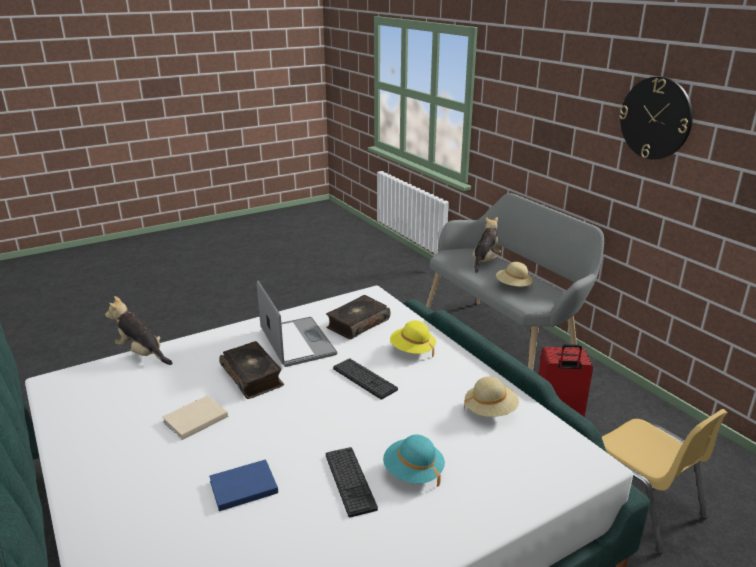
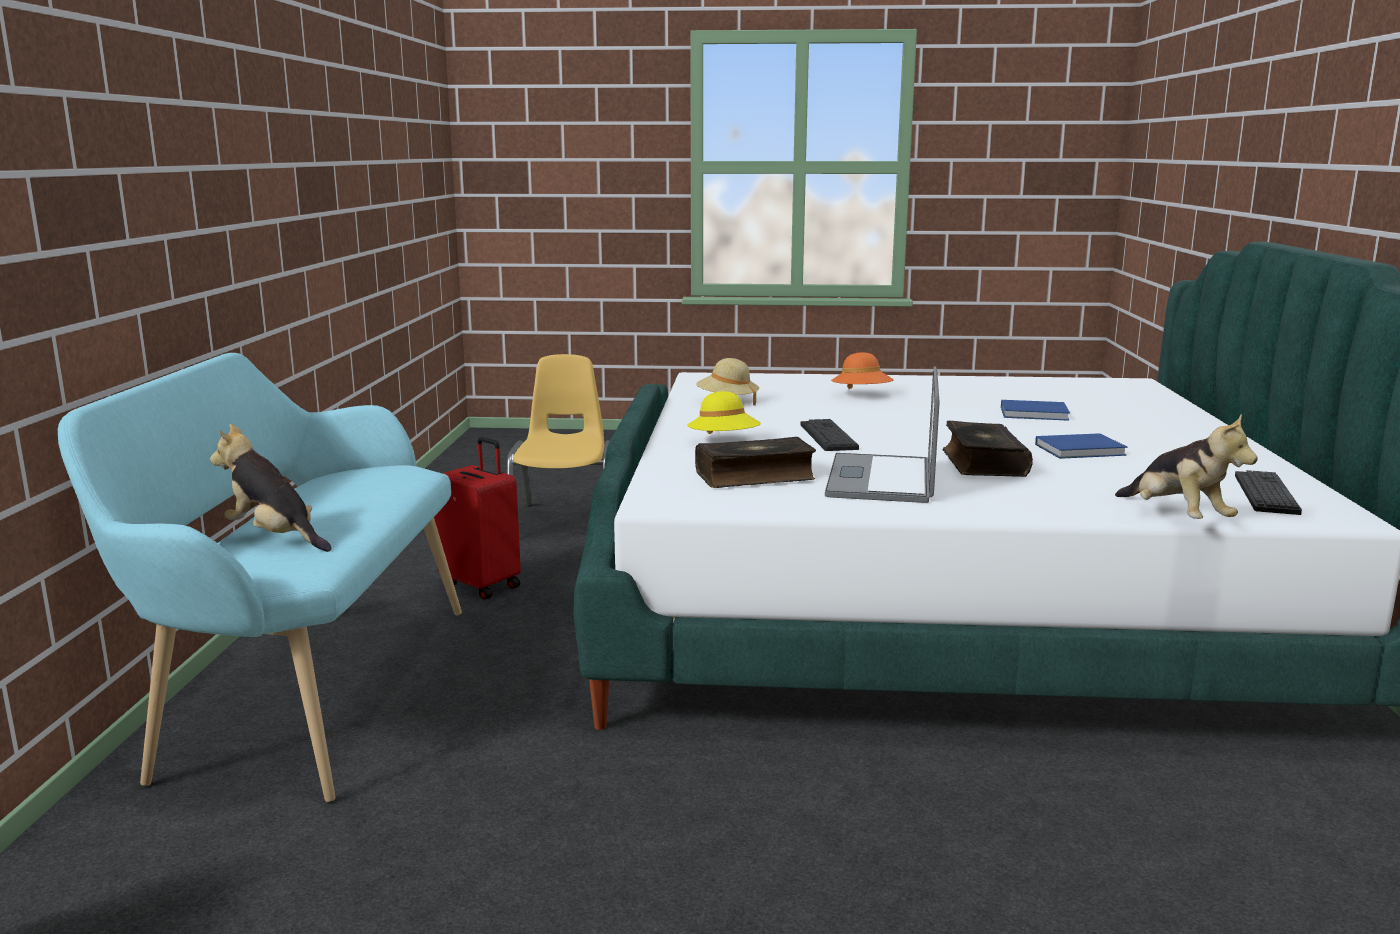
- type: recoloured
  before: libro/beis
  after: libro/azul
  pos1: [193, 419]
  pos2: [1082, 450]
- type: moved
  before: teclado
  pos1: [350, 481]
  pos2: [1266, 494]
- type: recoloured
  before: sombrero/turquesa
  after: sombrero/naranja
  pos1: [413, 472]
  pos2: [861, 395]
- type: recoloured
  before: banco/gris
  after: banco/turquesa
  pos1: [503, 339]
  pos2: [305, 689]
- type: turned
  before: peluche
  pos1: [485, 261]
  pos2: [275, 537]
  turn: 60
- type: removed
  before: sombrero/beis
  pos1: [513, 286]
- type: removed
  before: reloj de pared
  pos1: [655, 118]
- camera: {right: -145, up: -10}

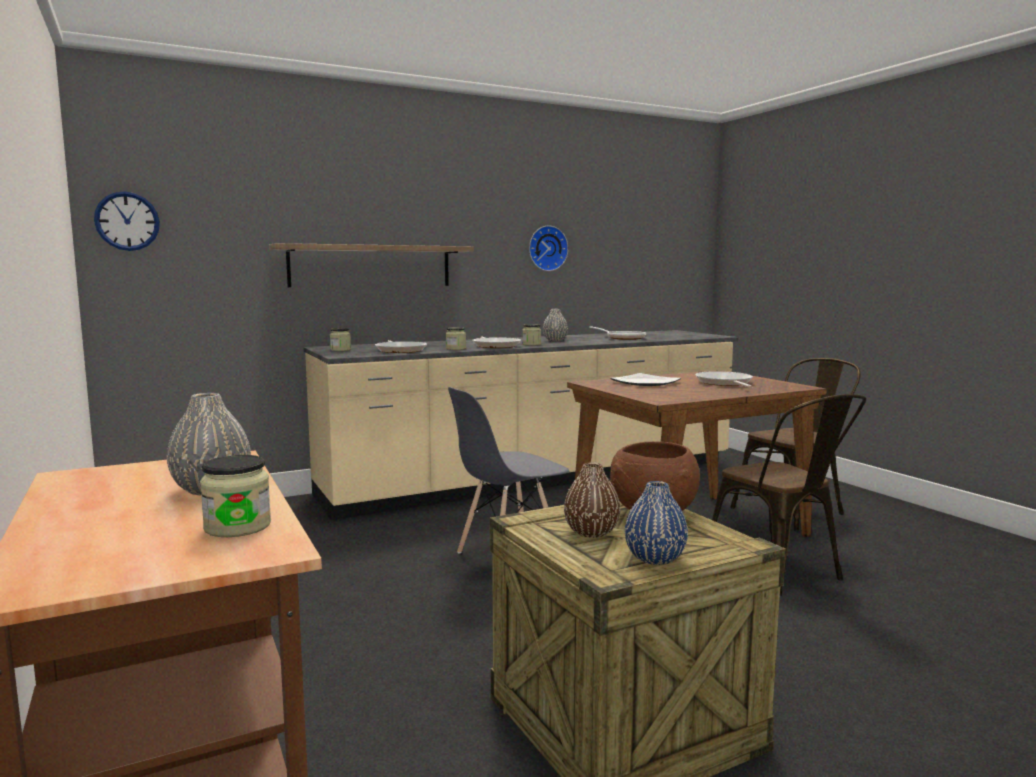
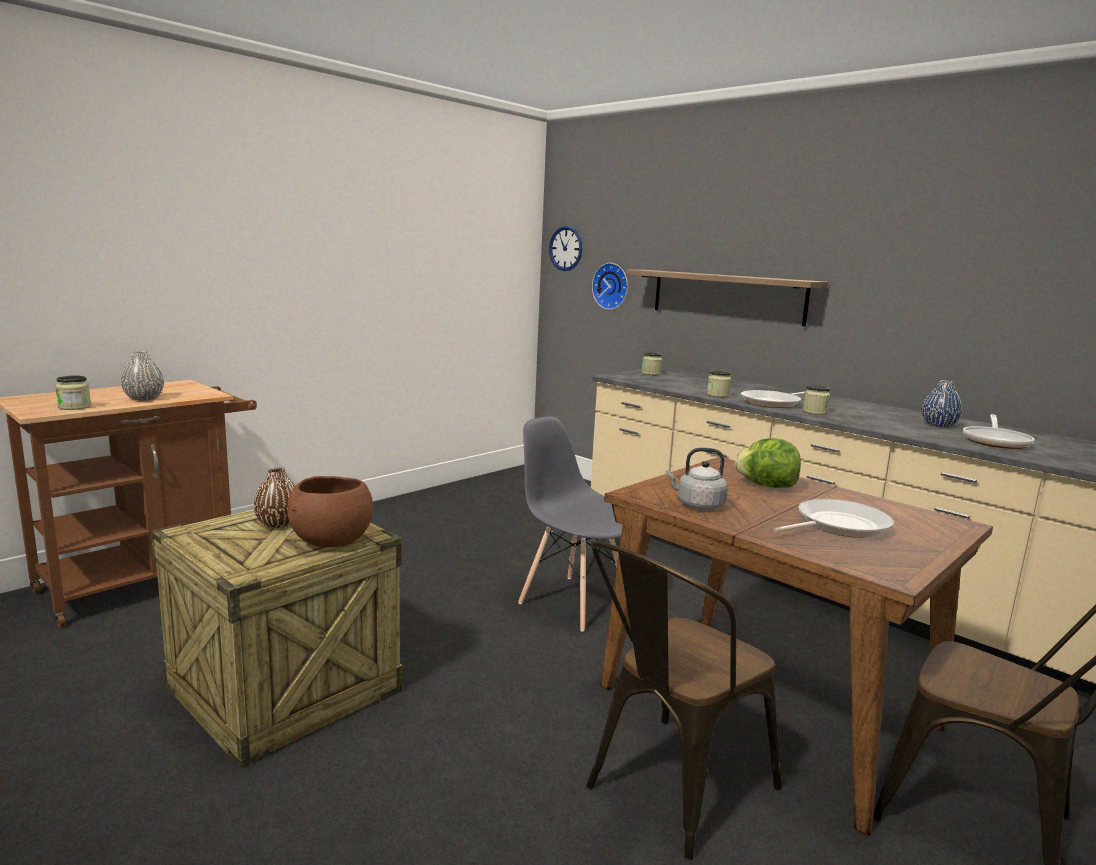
- type: removed
  before: sartén
  pos1: [400, 350]
- type: moved
  before: reloj de pared
  pos1: [547, 248]
  pos2: [612, 286]
- type: removed
  before: florero/gris
  pos1: [555, 340]
- type: replaced
  before: plato
  after: lechuga
  pos1: [646, 383]
  pos2: [766, 486]
- type: moved
  before: florero/azul
  pos1: [655, 558]
  pos2: [938, 425]
- type: added
  after: hervidor/gris
  pos2: [697, 505]
- camera: {right: 70, up: 5}

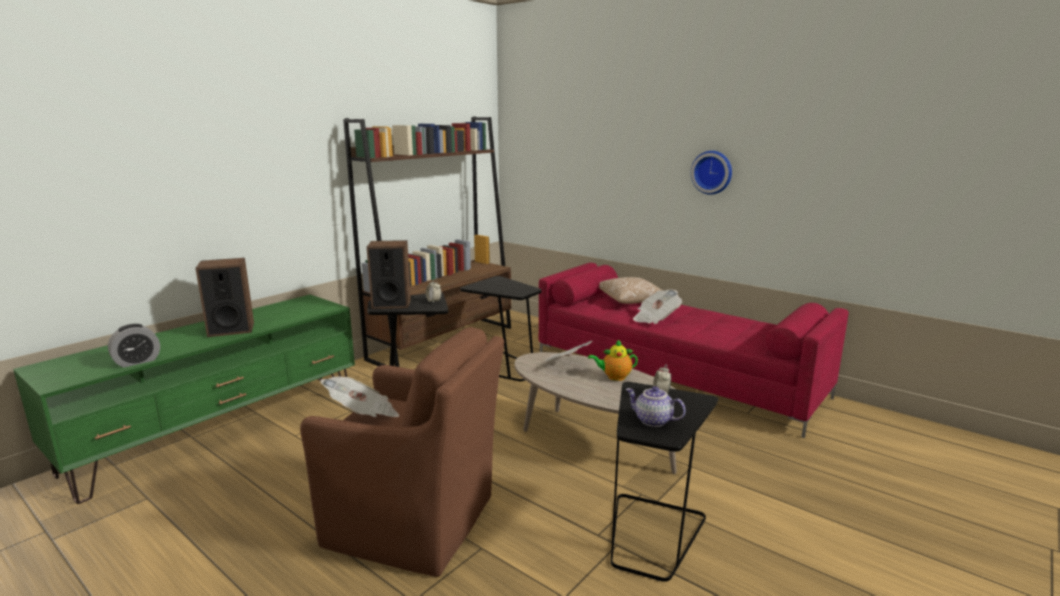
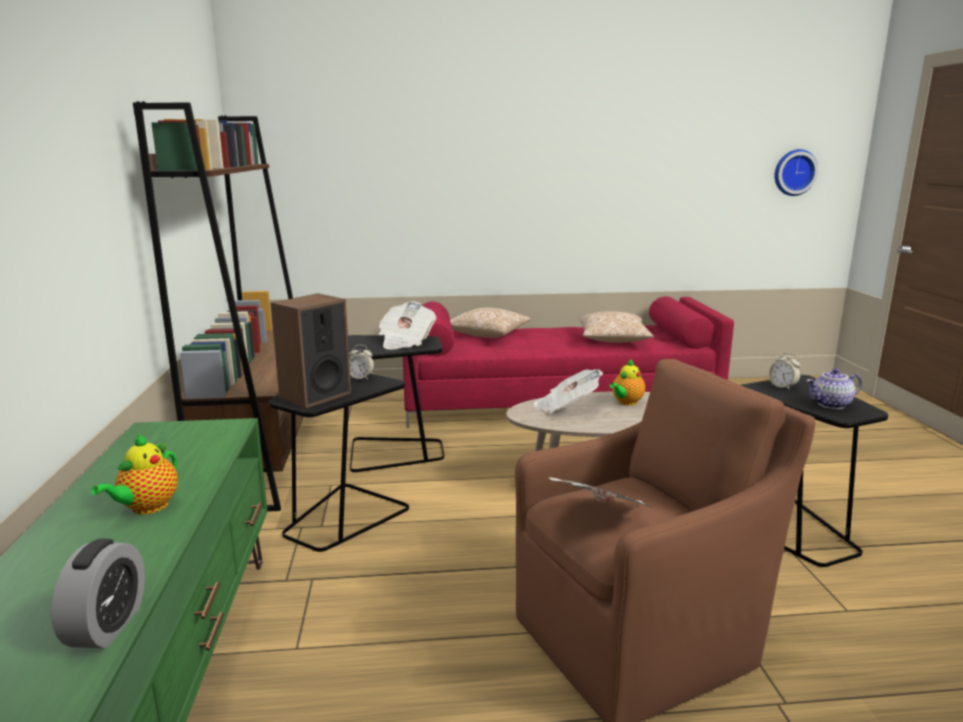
- type: replaced
  before: altavoz
  after: tetera
  pos1: [231, 329]
  pos2: [147, 508]
- type: moved
  before: periódico
  pos1: [655, 318]
  pos2: [405, 342]
- type: moved
  before: reloj de pared
  pos1: [712, 172]
  pos2: [794, 172]
- type: added
  after: cojín
  pos2: [613, 340]
- camera: {right: -45, up: 0}

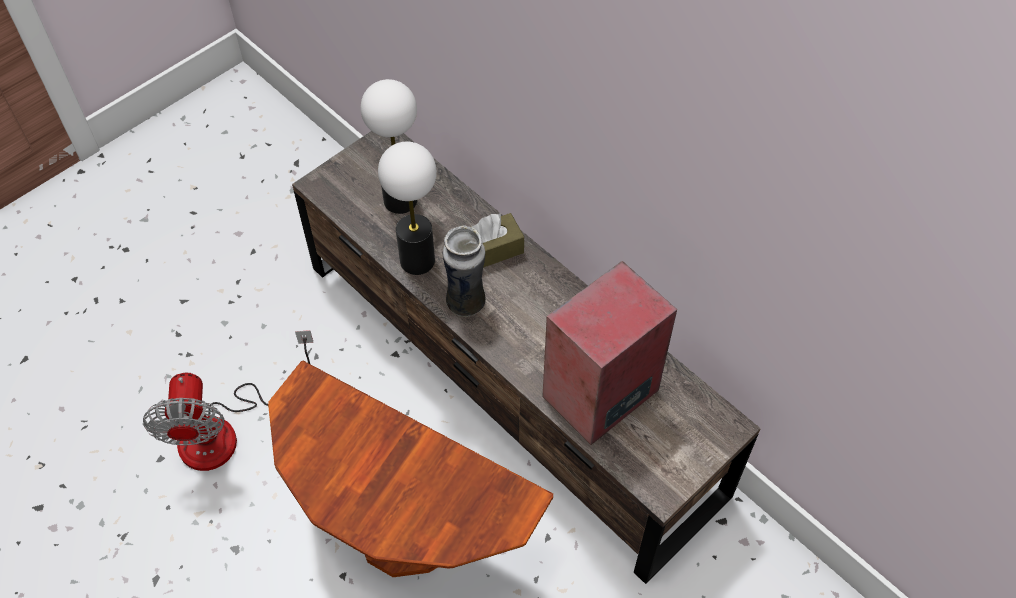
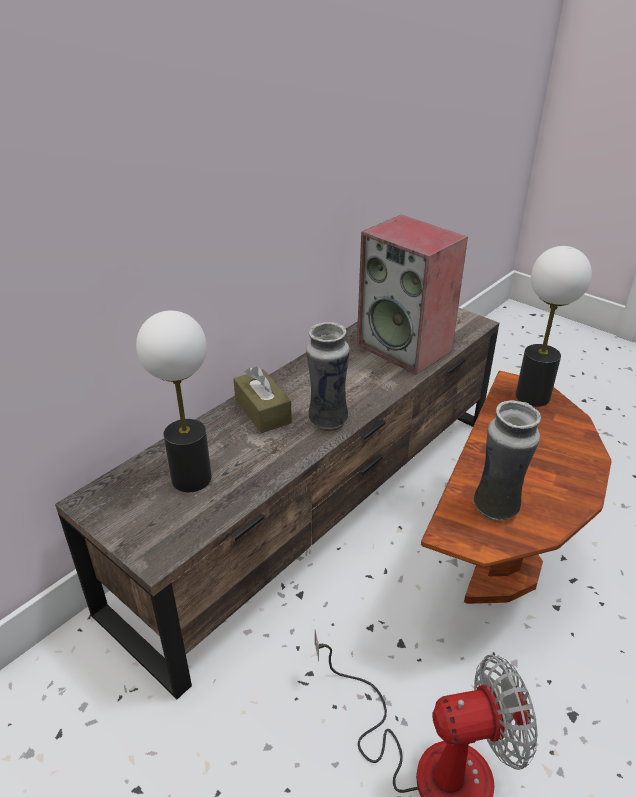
- type: moved
  before: lámpara de mesa
  pos1: [418, 260]
  pos2: [532, 396]
- type: added
  after: florero
  pos2: [496, 508]
- camera: {right: -95, up: -20}

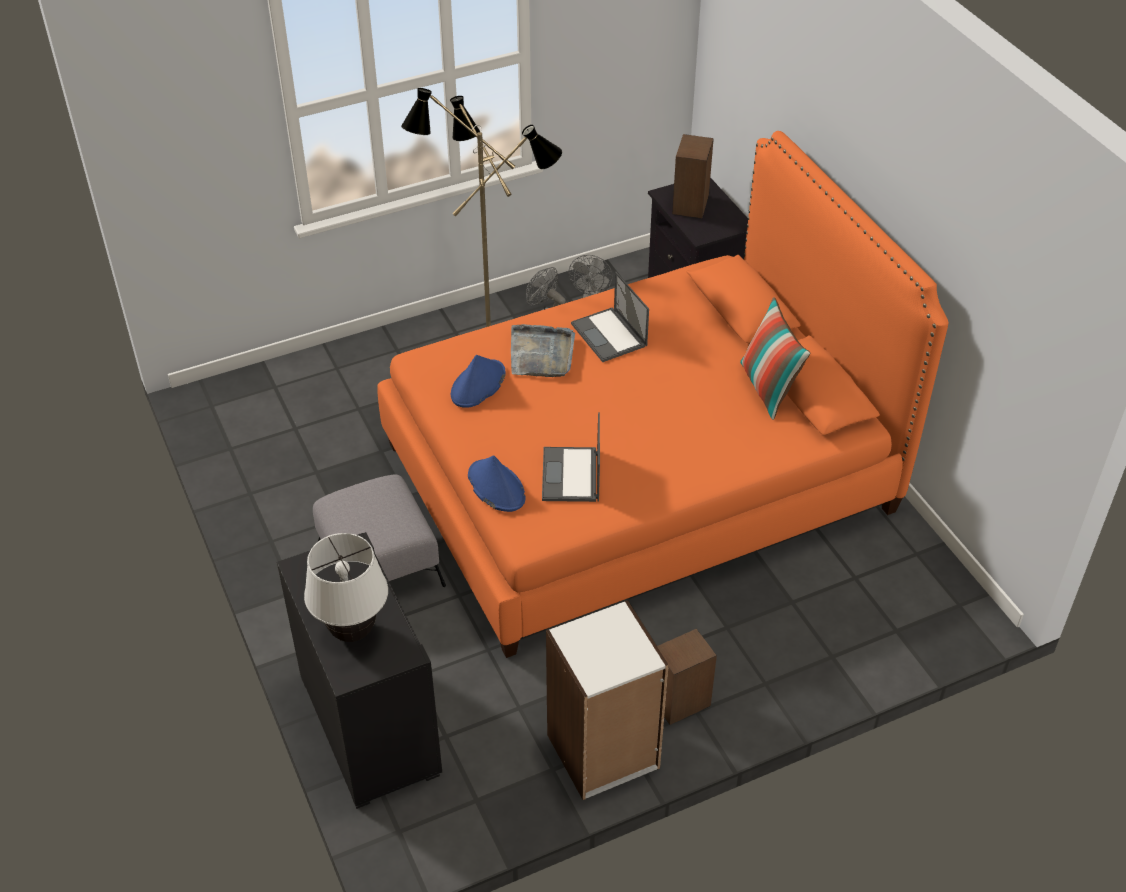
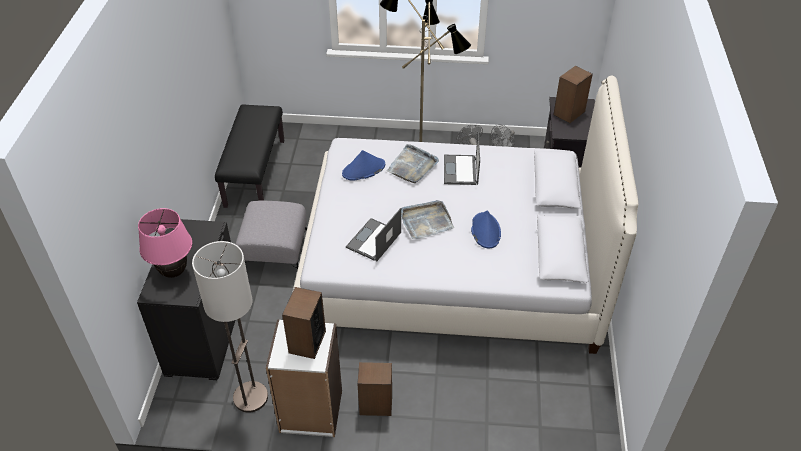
- type: recoloured
  before: lámpara de mesa/blanco
  after: lámpara de mesa/rosa
  pos1: [352, 632]
  pos2: [173, 272]
- type: recoloured
  before: cama/naranja
  after: cama/blanco
  pos1: [639, 476]
  pos2: [452, 264]
- type: moved
  before: sombrero/azul
  pos1: [496, 486]
  pos2: [485, 231]
- type: removed
  before: cojín
  pos1: [769, 388]
- type: added
  after: lámpara de pie
  pos2: [250, 397]
- type: added
  after: banco/negro
  pos2: [254, 172]
- type: added
  after: altavoz
  pos2: [307, 342]
- type: added
  after: bandeja/gris
  pos2: [426, 221]
- camera: {right: 30, up: 0}

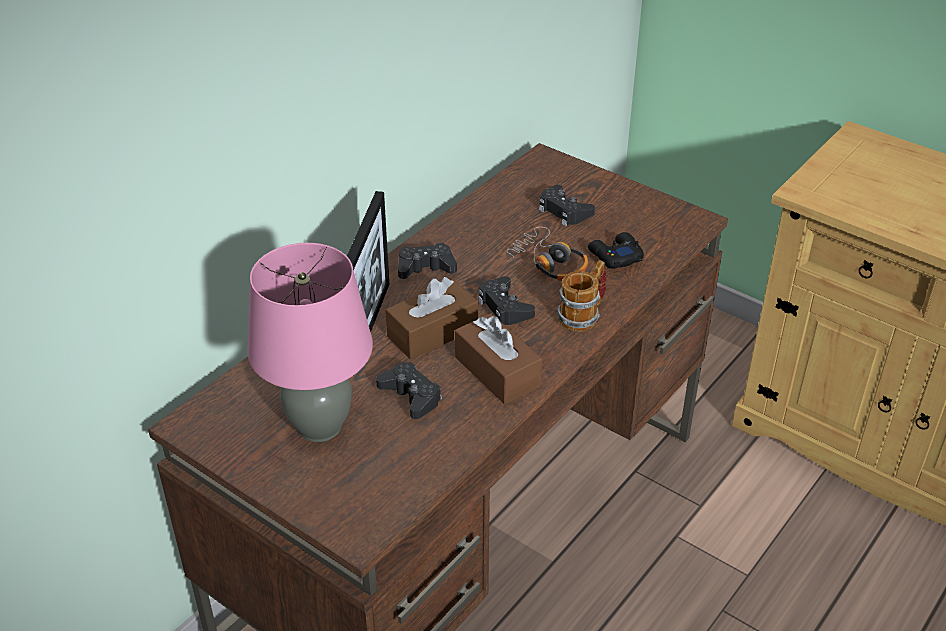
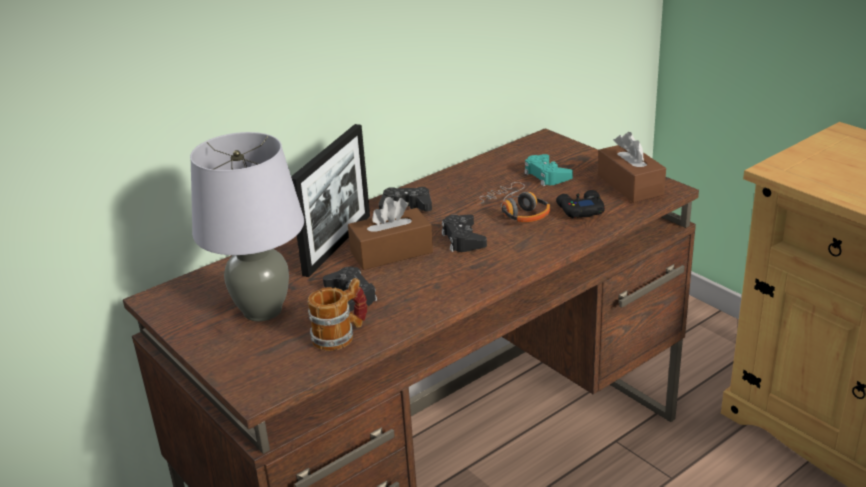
- type: recoloured
  before: lámpara de mesa/rosa
  after: lámpara de mesa/gris
  pos1: [320, 427]
  pos2: [262, 311]
- type: moved
  before: caja de pañuelos/marrón
  pos1: [497, 371]
  pos2: [630, 185]
- type: recoloured
  before: mando de consola/negro
  after: mando de consola/turquesa
  pos1: [564, 211]
  pos2: [546, 175]
- type: moved
  before: taza grande
  pos1: [583, 315]
  pos2: [341, 335]
- camera: {right: 15, up: -10}

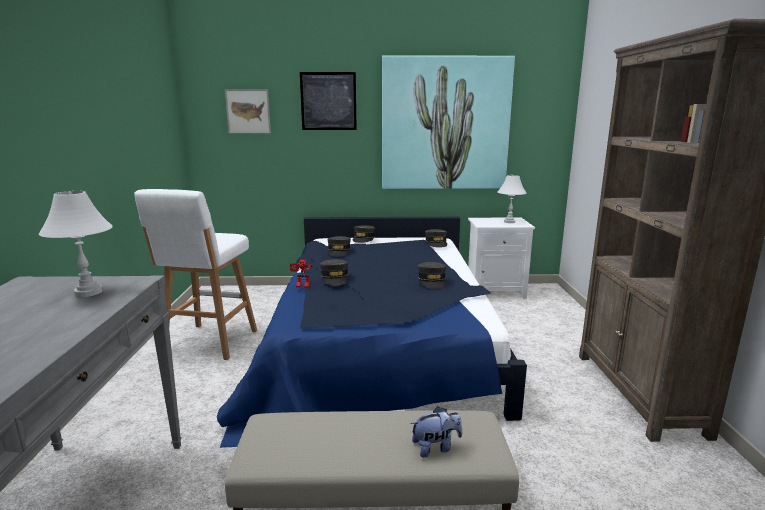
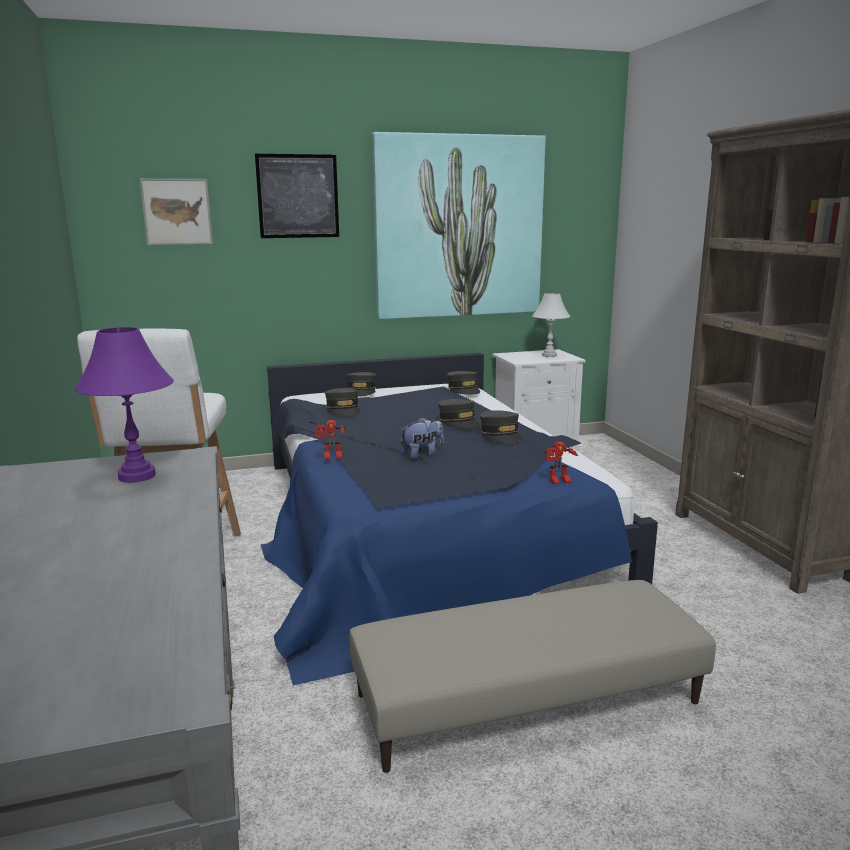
- type: recoloured
  before: lámpara de mesa/blanco
  after: lámpara de mesa/morado
  pos1: [89, 292]
  pos2: [137, 476]
- type: moved
  before: gorra/gris
  pos1: [335, 278]
  pos2: [459, 422]
- type: moved
  before: peluche
  pos1: [436, 447]
  pos2: [422, 454]
- type: added
  after: robot de juguete
  pos2: [559, 482]
- camera: {right: -15, up: 0}

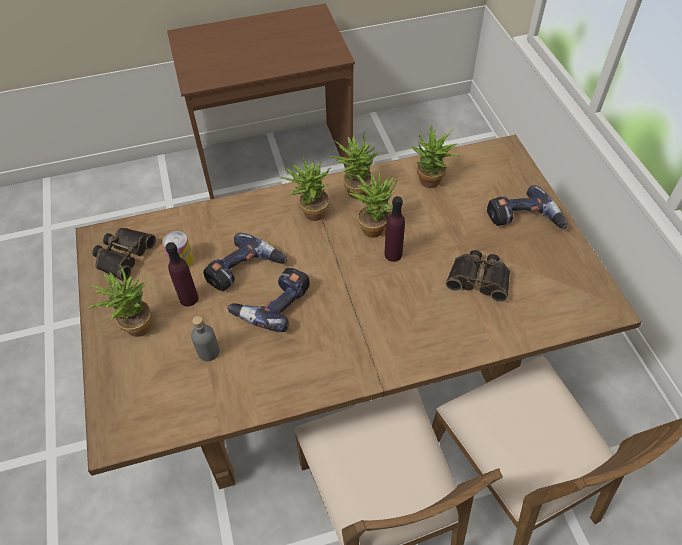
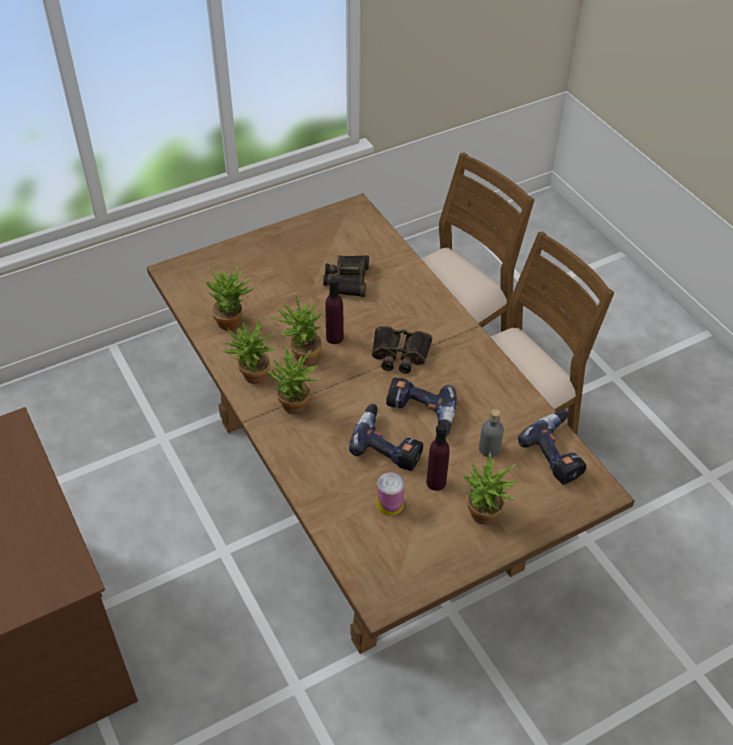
- type: moved
  before: prismáticos
  pos1: [123, 255]
  pos2: [399, 354]
- type: moved
  before: taladro
  pos1: [524, 220]
  pos2: [558, 452]
- camera: {right: -105, up: -5}

